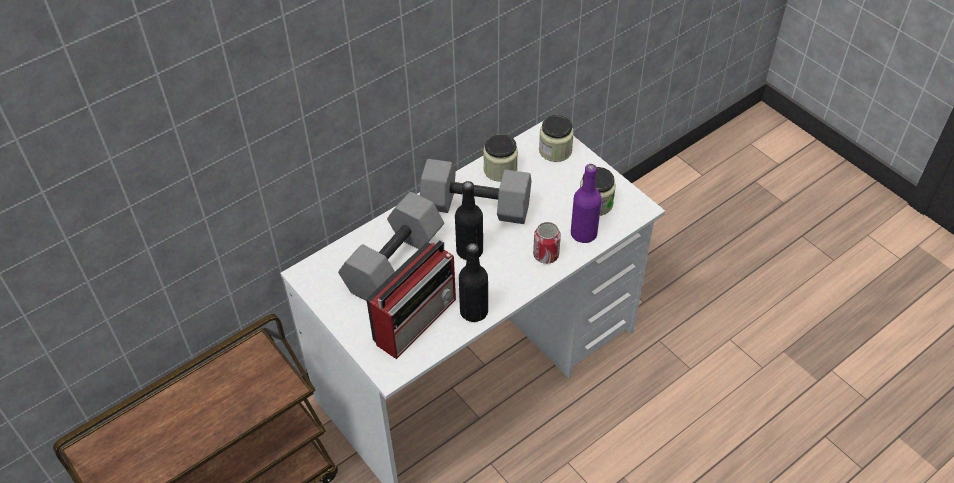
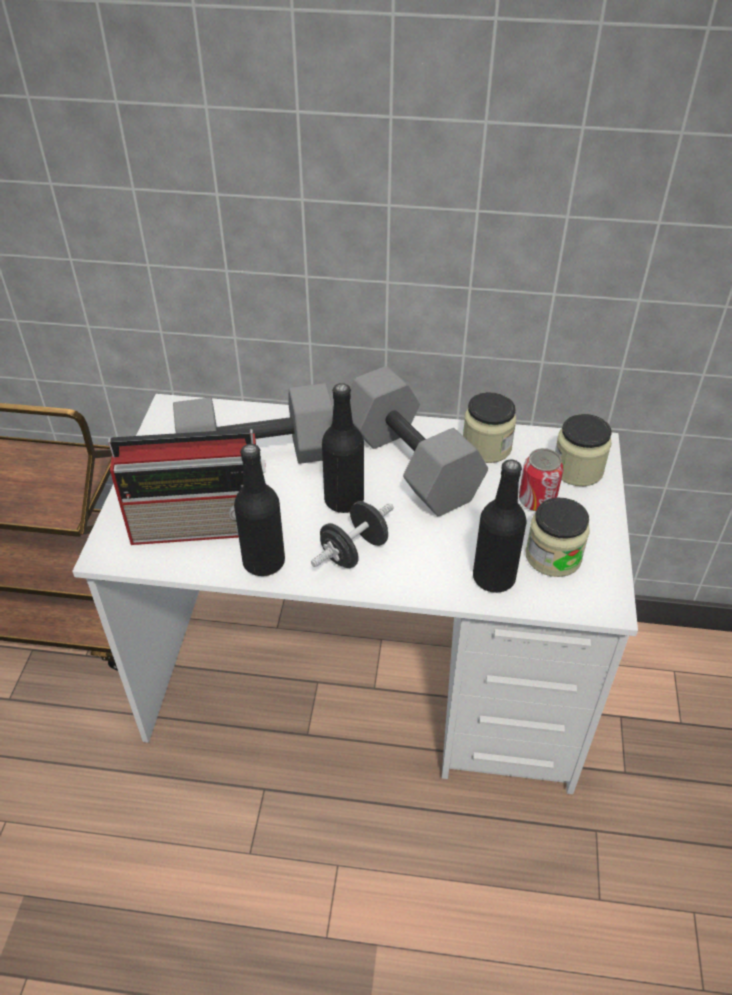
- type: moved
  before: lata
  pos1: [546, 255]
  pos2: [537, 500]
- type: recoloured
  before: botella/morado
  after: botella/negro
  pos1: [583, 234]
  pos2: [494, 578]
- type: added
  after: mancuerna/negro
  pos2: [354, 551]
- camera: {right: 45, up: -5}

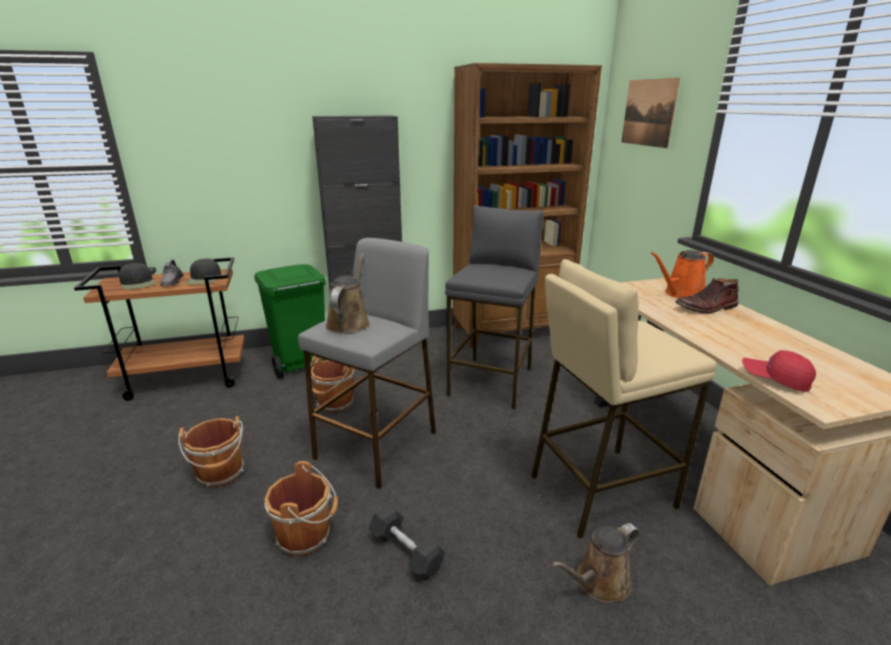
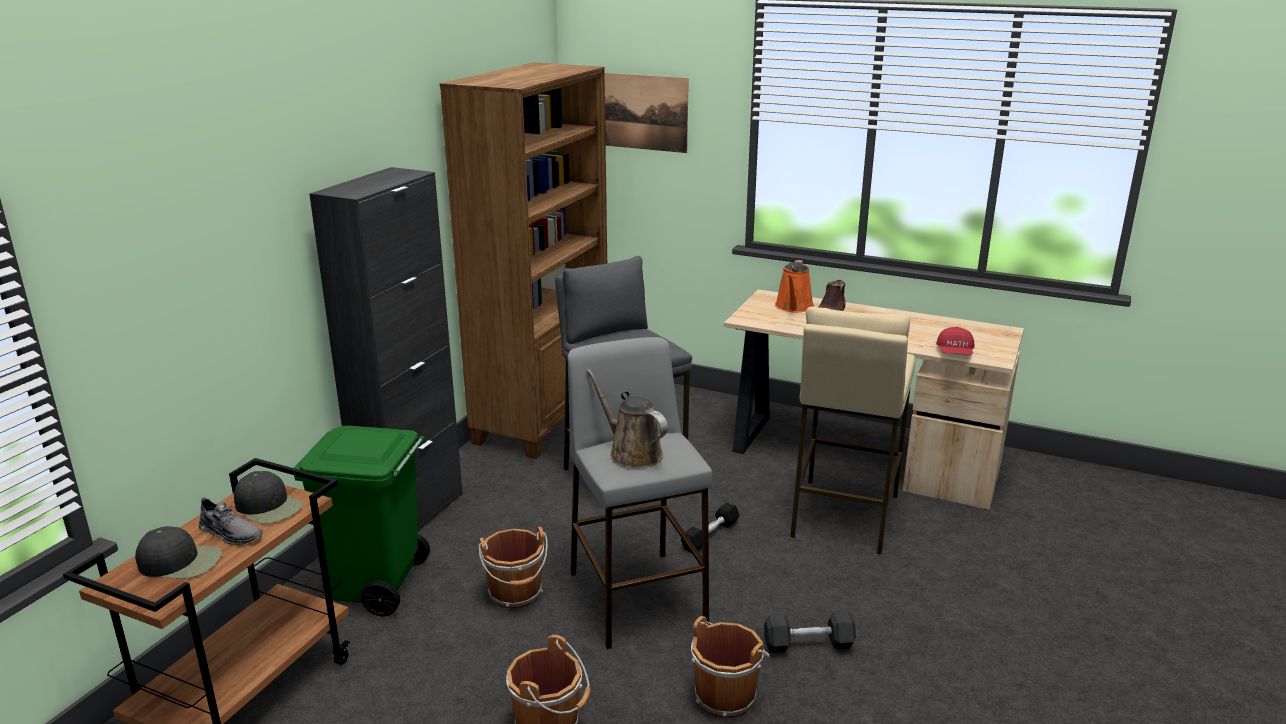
- type: removed
  before: regadera/marrón
  pos1: [599, 583]
- type: turned
  before: gorra/rojo
  pos1: [775, 379]
  pos2: [955, 353]
  turn: -60
- type: added
  after: mancuerna/negro
  pos2: [710, 535]
- camera: {right: -50, up: 0}

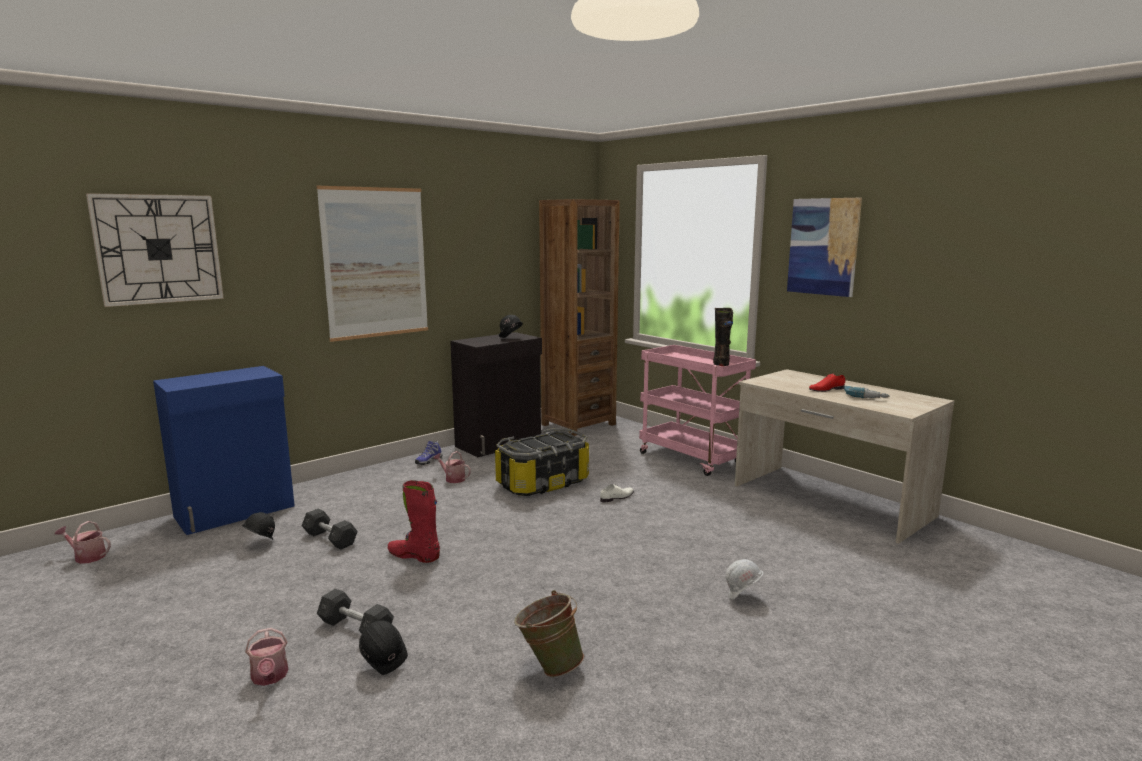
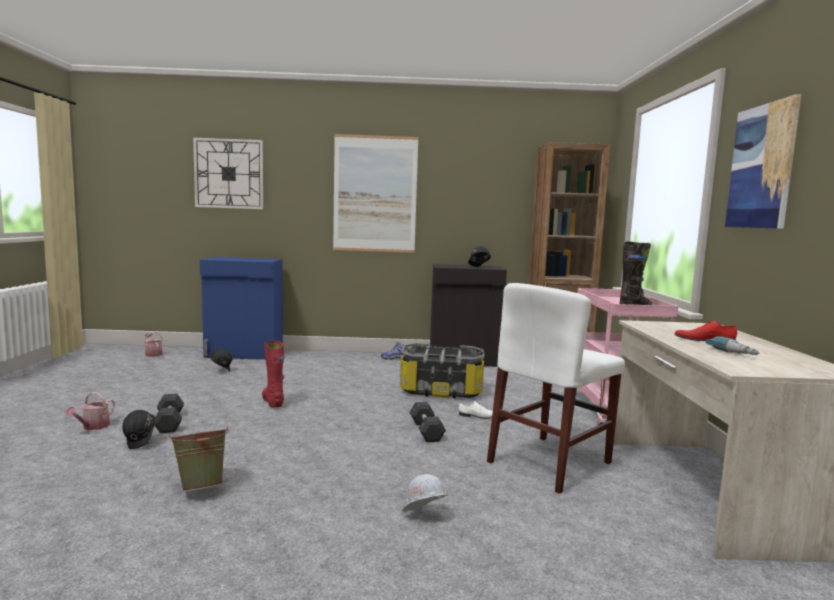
- type: moved
  before: mancuerna/gris
  pos1: [330, 539]
  pos2: [426, 431]
- type: removed
  before: regadera
  pos1: [453, 478]
- type: added
  after: silla/blanco
  pos2: [549, 462]
- camera: {right: 40, up: -5}

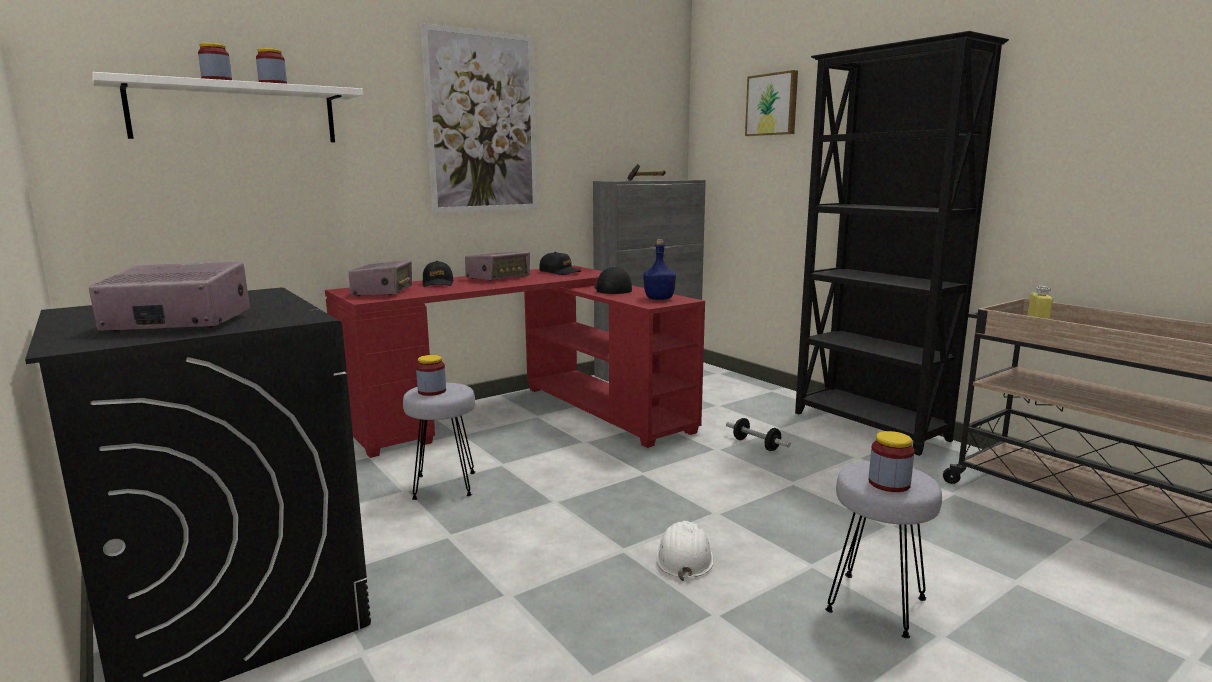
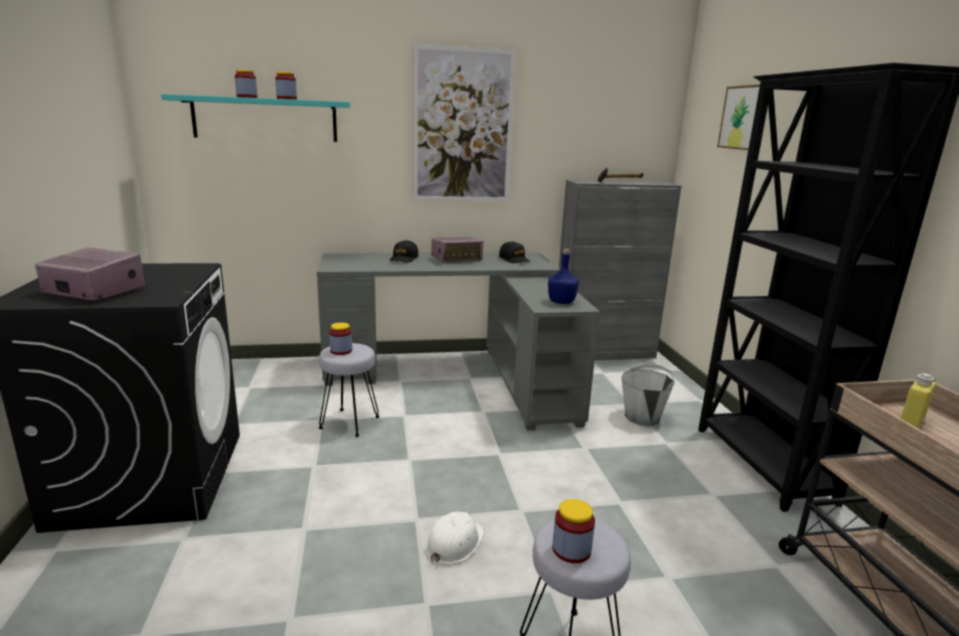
- type: recoloured
  before: estante/blanco
  after: estante/turquesa
  pos1: [235, 113]
  pos2: [265, 119]
- type: recoloured
  before: escritorio/rojo
  after: escritorio/gris
  pos1: [526, 415]
  pos2: [462, 375]
- type: removed
  before: radio
  pos1: [383, 292]
- type: removed
  before: gorra
  pos1: [612, 289]
- type: removed
  before: mancuerna
  pos1: [756, 445]
- type: added
  after: cubo/gris
  pos2: [643, 417]
- camera: {right: 25, up: 5}

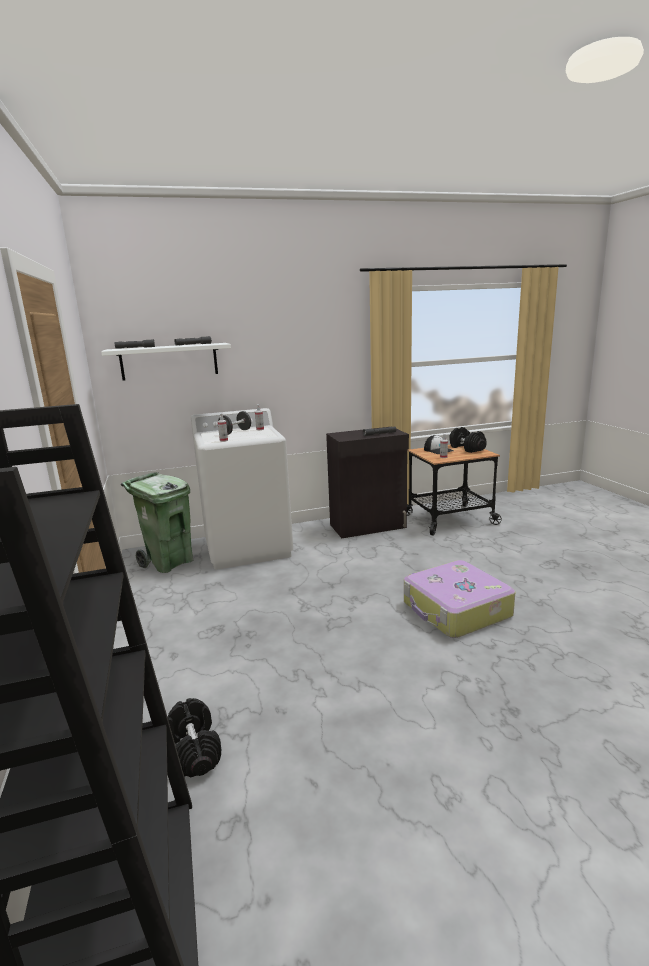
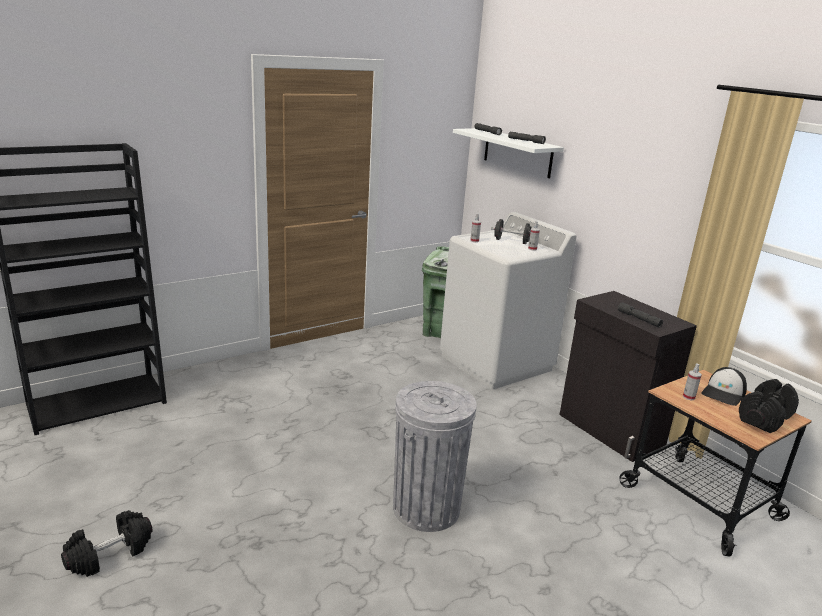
- type: moved
  before: mancuerna/negro
  pos1: [194, 749]
  pos2: [110, 554]
- type: replaced
  before: maleta
  after: papelera/gris
  pos1: [456, 610]
  pos2: [426, 508]
- camera: {right: 70, up: 5}

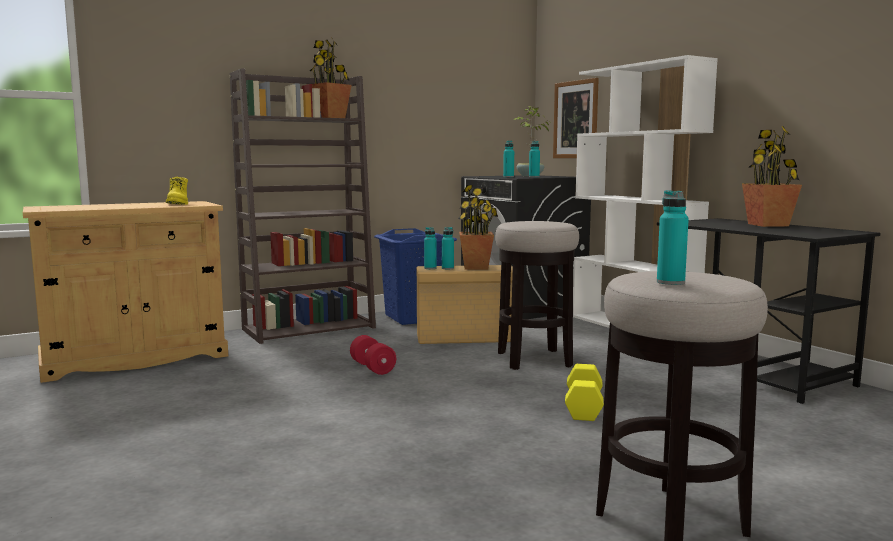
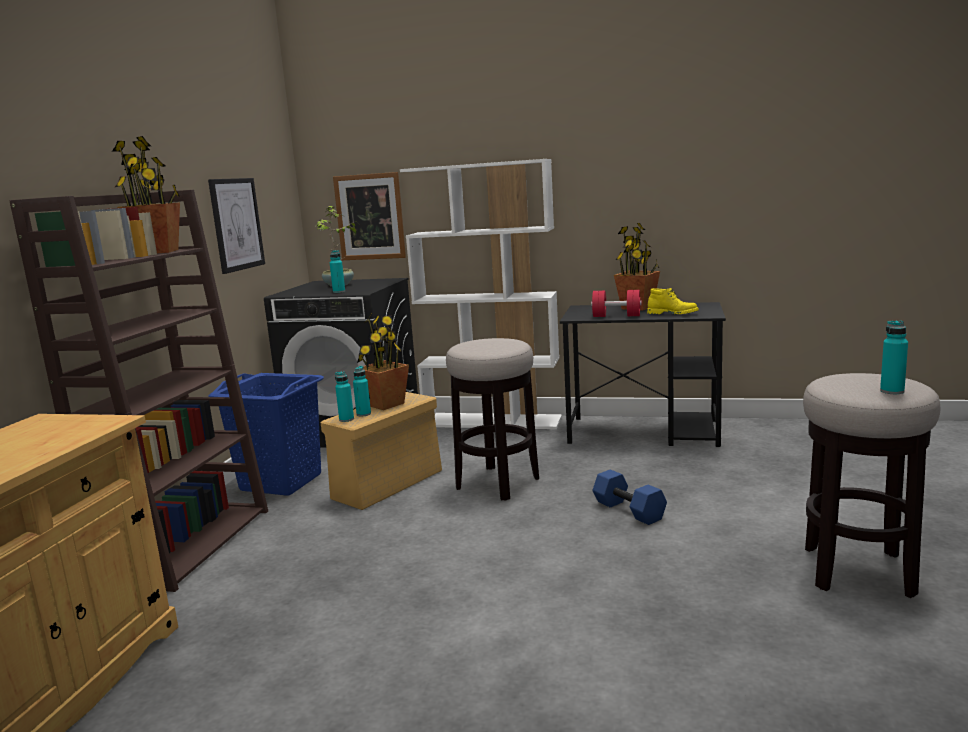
- type: moved
  before: bota/amarillo
  pos1: [179, 204]
  pos2: [673, 314]
- type: moved
  before: mancuerna/rojo
  pos1: [372, 368]
  pos2: [616, 316]
- type: removed
  before: botella/turquesa
  pos1: [534, 177]
- type: recoloured
  before: mancuerna/amarillo
  after: mancuerna/azul
  pos1: [585, 407]
  pos2: [630, 510]
- type: added
  after: cuadro
  pos2: [236, 224]
- camera: {right: -45, up: 5}

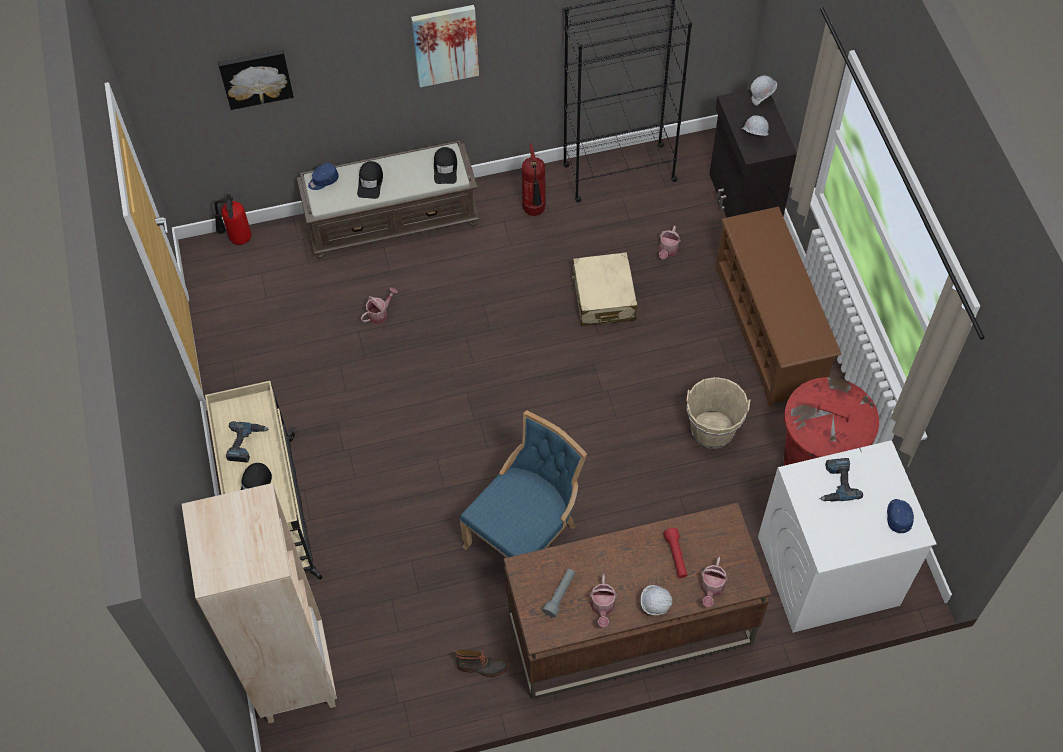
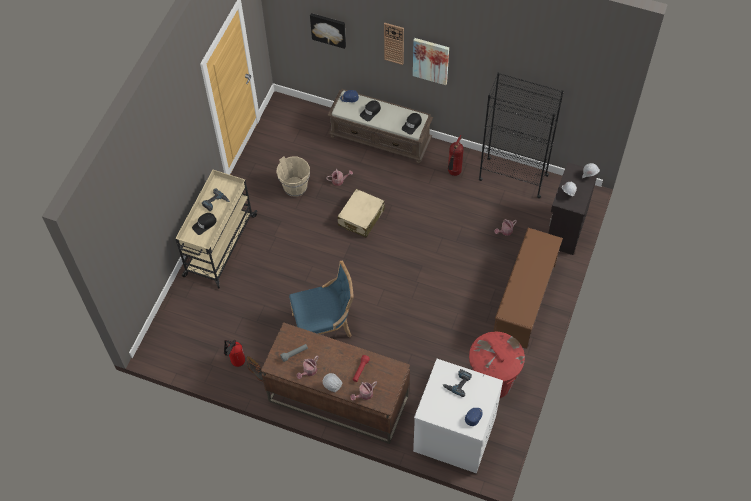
- type: removed
  before: estantería/beis
  pos1: [294, 676]
- type: moved
  before: extintor
  pos1: [237, 239]
  pos2: [235, 361]
- type: moved
  before: maleta/beis
  pos1: [604, 297]
  pos2: [361, 217]
- type: moved
  before: cubo/beis
  pos1: [712, 431]
  pos2: [295, 187]
- type: added
  after: reloj de pared
  pos2: [394, 43]
- camera: {right: 35, up: 0}

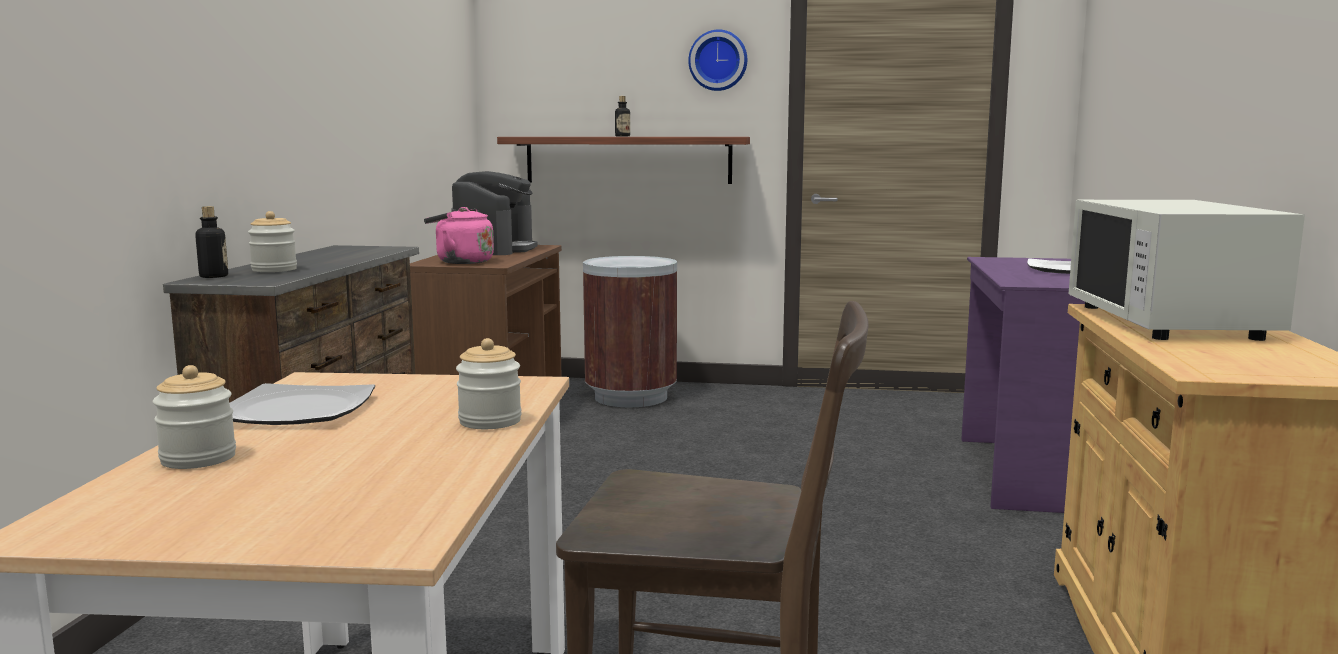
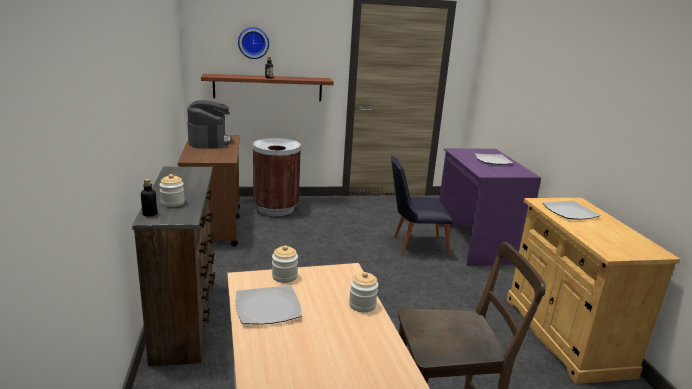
- type: moved
  before: tarro
  pos1: [198, 458]
  pos2: [284, 276]
- type: removed
  before: hervidor/rosa
  pos1: [461, 262]
- type: moved
  before: reloj de pared
  pos1: [718, 60]
  pos2: [253, 43]
- type: replaced
  before: microondas/blanco
  after: plato
  pos1: [1169, 322]
  pos2: [570, 212]
- type: added
  after: silla/negro
  pos2: [414, 245]
- camera: {right: -20, up: 10}

